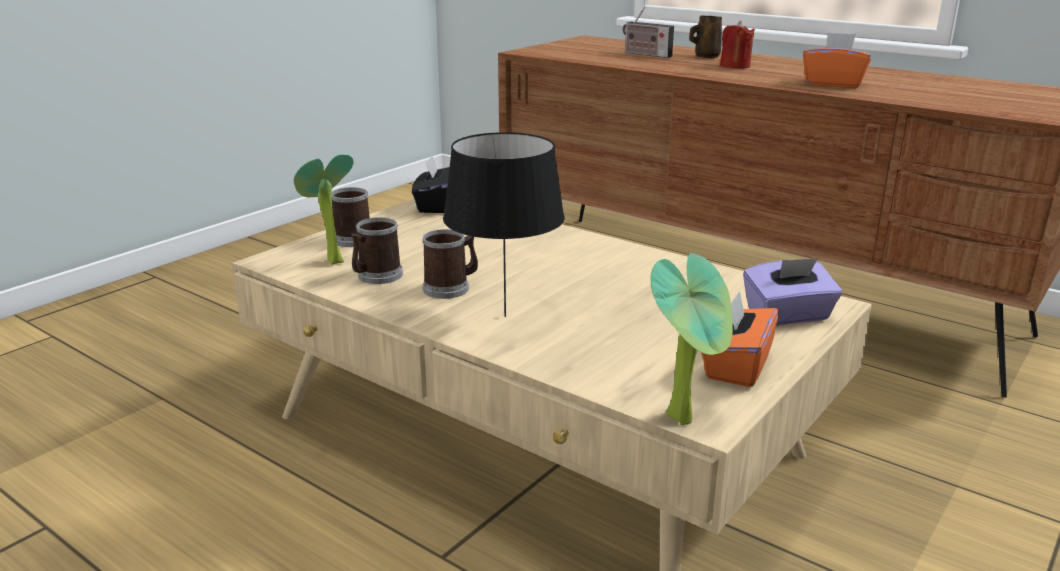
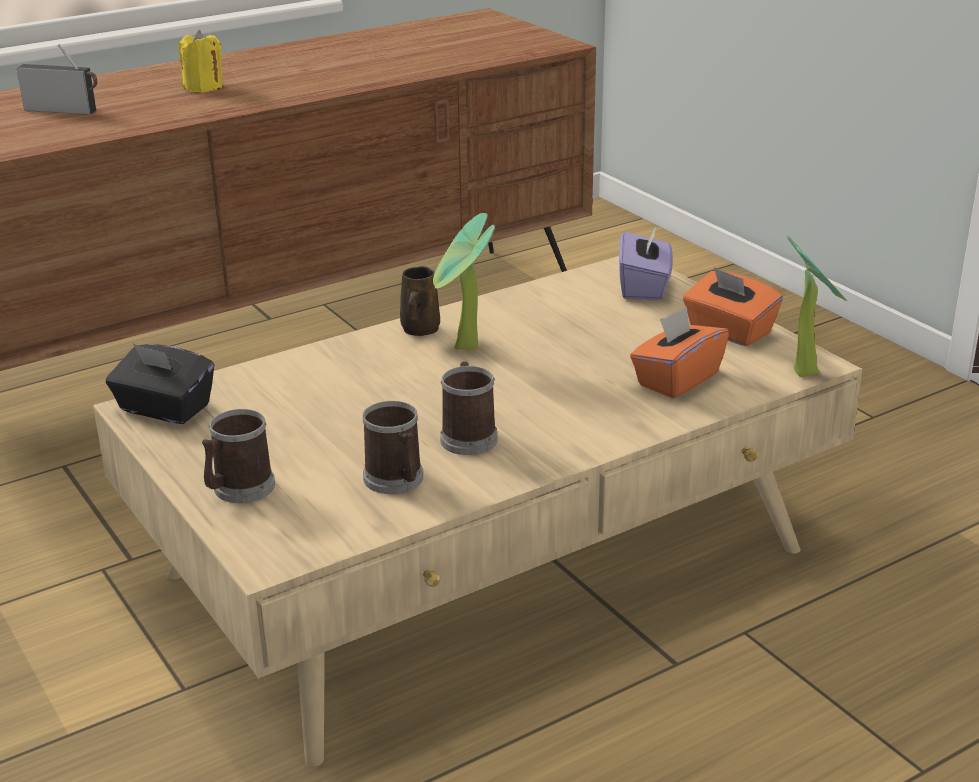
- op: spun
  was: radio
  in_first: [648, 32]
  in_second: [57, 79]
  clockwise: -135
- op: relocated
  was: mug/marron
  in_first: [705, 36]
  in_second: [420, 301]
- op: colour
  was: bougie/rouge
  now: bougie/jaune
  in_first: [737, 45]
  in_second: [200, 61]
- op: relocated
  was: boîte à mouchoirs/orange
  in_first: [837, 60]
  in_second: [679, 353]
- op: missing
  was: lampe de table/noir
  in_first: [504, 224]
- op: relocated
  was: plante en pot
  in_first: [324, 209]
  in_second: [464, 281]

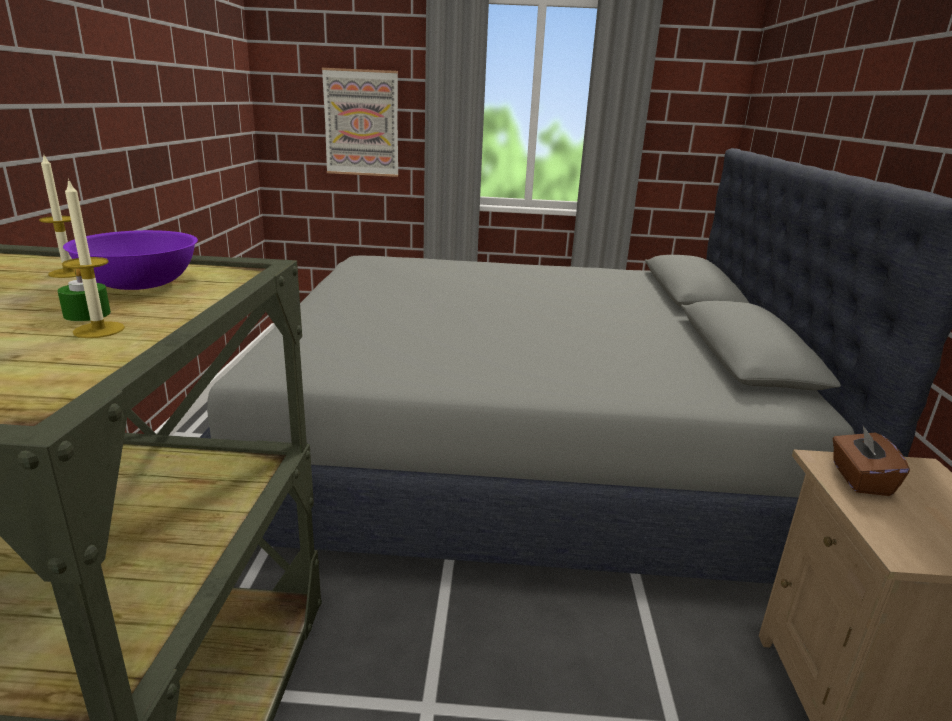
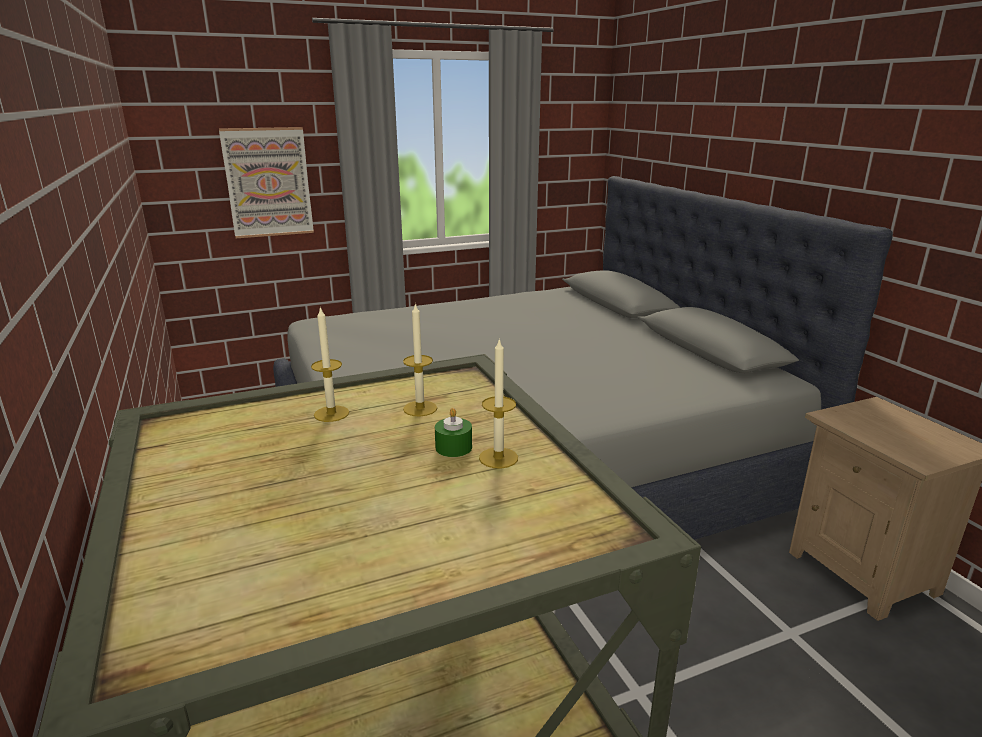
- op: exchanged
  was: bol/violet
  now: bougie
  in_first: [130, 260]
  in_second: [420, 359]
- op: missing
  was: boîte à mouchoirs/marron
  in_first: [871, 461]

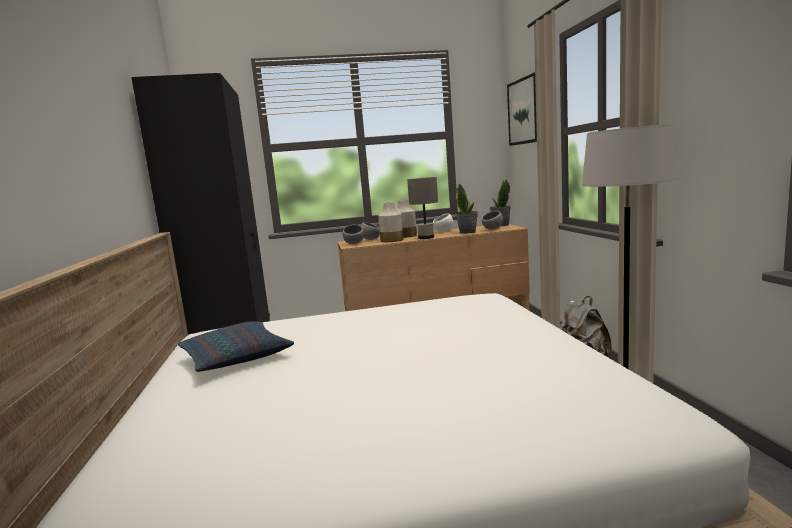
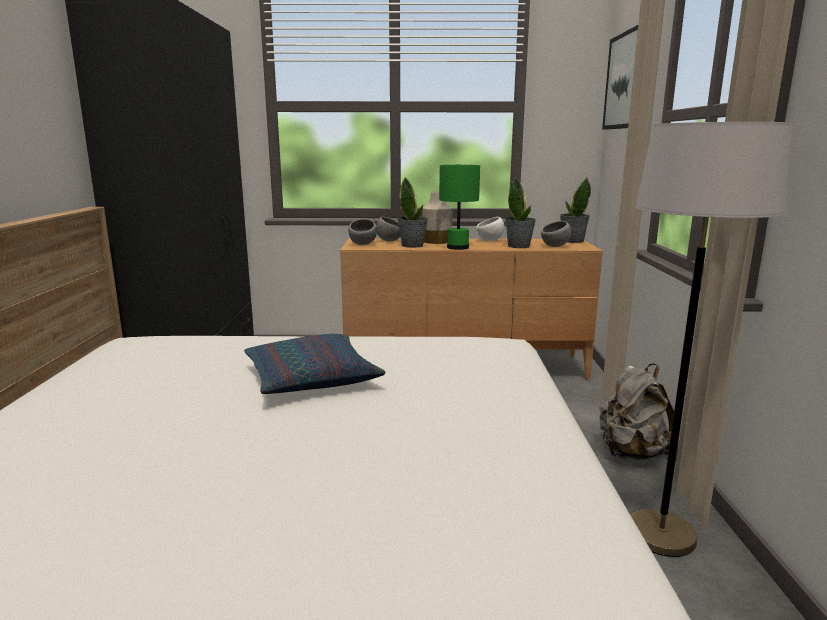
- op: colour
  was: lampe de table/gris
  now: lampe de table/vert
  in_first: [422, 208]
  in_second: [459, 207]
- op: exchanged
  was: vase/beige
  now: plante en pot
  in_first: [391, 222]
  in_second: [412, 212]
- op: relocated
  was: coussin/bleu
  in_first: [236, 346]
  in_second: [314, 364]

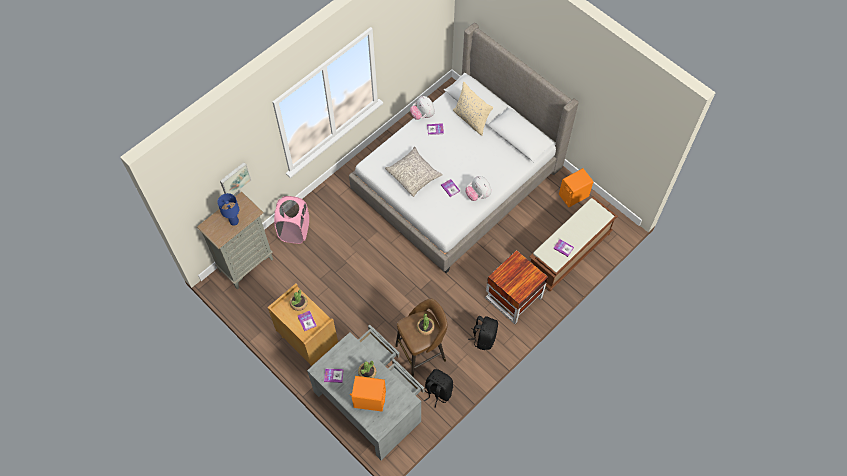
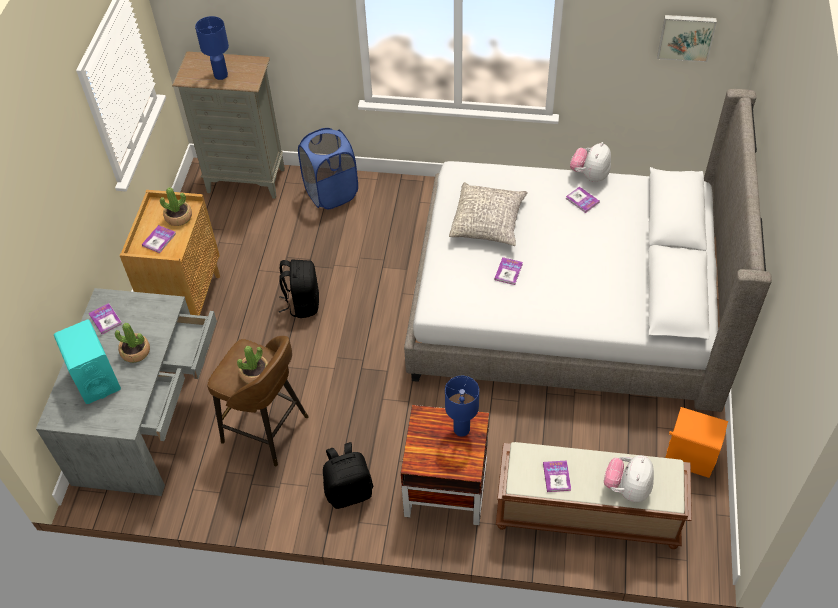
- op: missing
  was: coussin/beige
  in_first: [473, 109]
- op: relocated
  was: tableau
  in_first: [235, 178]
  in_second: [687, 38]
- op: relocated
  was: peluche
  in_first: [478, 188]
  in_second: [629, 478]
- op: colour
  was: panier à linge/rose
  now: panier à linge/bleu
  in_first: [291, 220]
  in_second: [328, 168]
- op: relocated
  was: sac à dos/noir
  in_first: [438, 388]
  in_second: [299, 289]
- op: colour
  was: enceinte/orange
  now: enceinte/turquoise
  in_first: [368, 394]
  in_second: [87, 362]
- op: appeared
  now: lampe de table/bleu
  in_second: [462, 406]

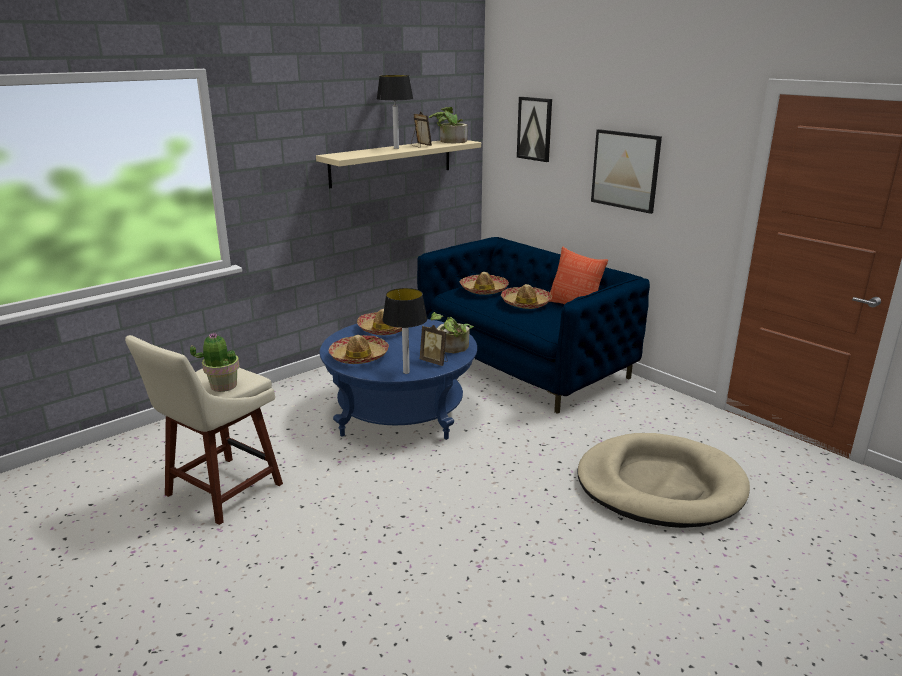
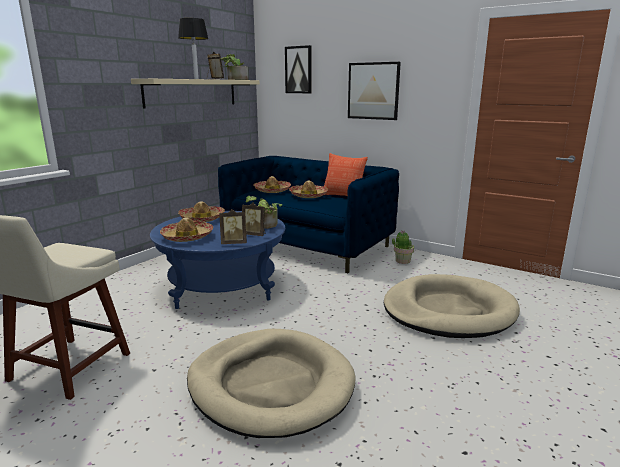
- op: exchanged
  was: lampe de table
  now: cadre photo
  in_first: [405, 331]
  in_second: [233, 226]
- op: relocated
  was: plante en pot
  in_first: [215, 362]
  in_second: [403, 247]
- op: appeared
  now: panier pour chien/beige
  in_second: [271, 383]

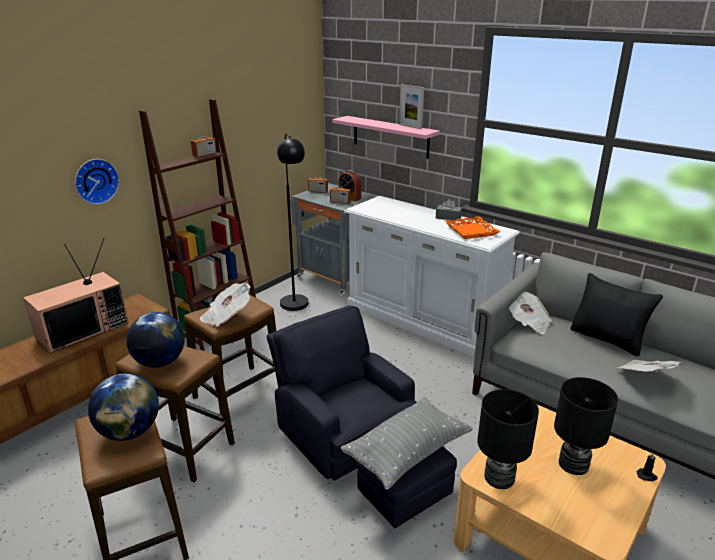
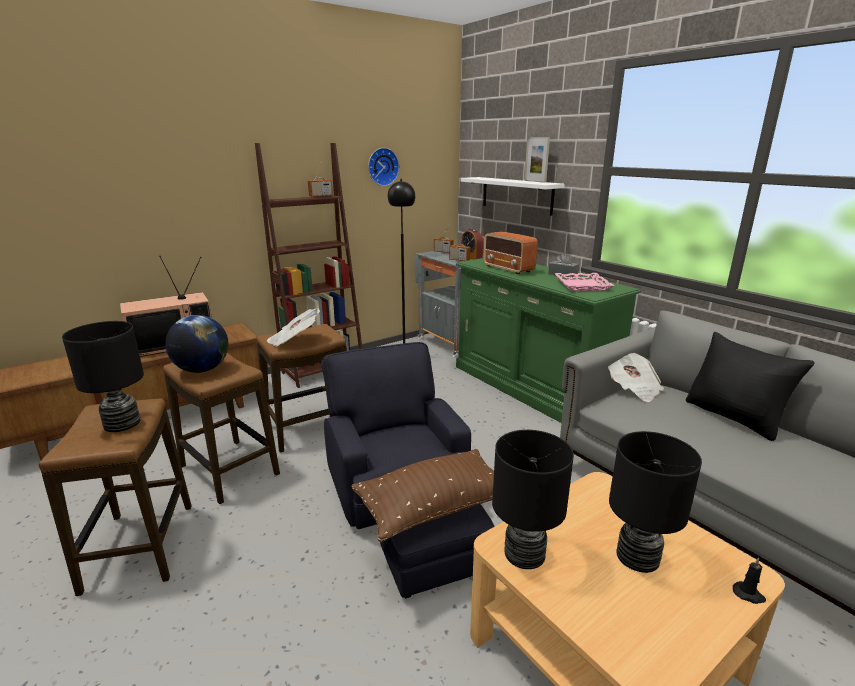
- op: colour
  was: étagère/rose
  now: étagère/blanc
  in_first: [386, 137]
  in_second: [513, 196]
- op: relocated
  was: horloge murale
  in_first: [97, 181]
  in_second: [383, 167]
- op: colour
  was: meuble de rangement/blanc
  now: meuble de rangement/vert
  in_first: [432, 276]
  in_second: [548, 340]
- op: colour
  was: plateau/orange
  now: plateau/rose
  in_first: [472, 227]
  in_second: [584, 282]
- op: missing
  was: journal
  in_first: [648, 365]
- op: exchanged
  was: globe
  now: lampe de table/noir
  in_first: [123, 407]
  in_second: [103, 376]
- op: colour
  was: coussin/gris
  now: coussin/marron
  in_first: [406, 443]
  in_second: [423, 495]
- op: appeared
  now: radio
  in_second: [510, 252]

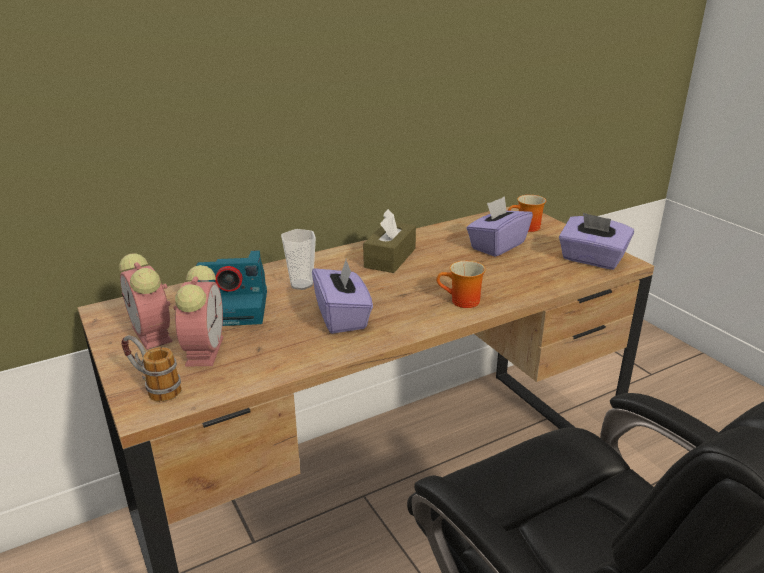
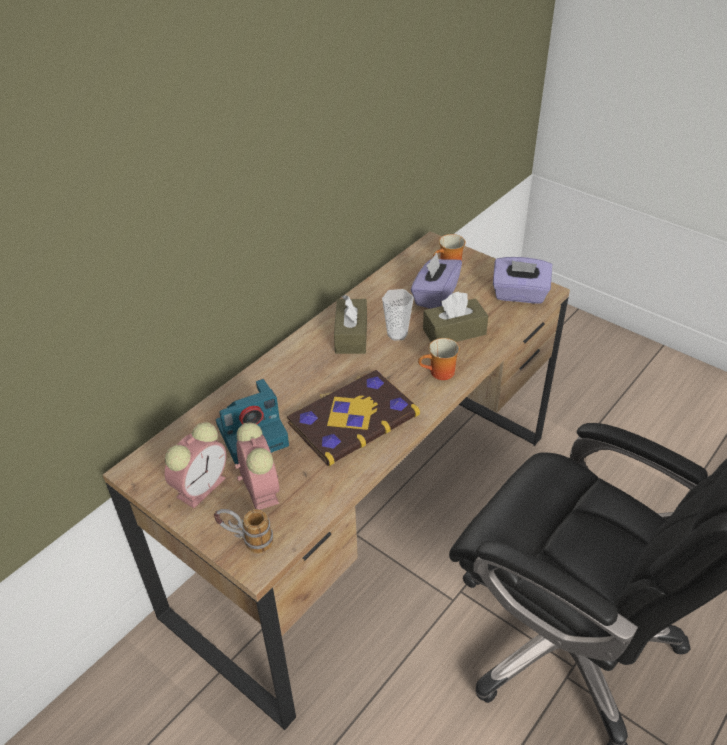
- op: relocated
  was: tasse
  in_first: [298, 259]
  in_second: [398, 315]
- op: spun
  was: réveil
  in_first: [146, 301]
  in_second: [195, 465]
  clockwise: -90
- op: exchanged
  was: boîte à mouchoirs/violet
  now: livre
  in_first: [342, 296]
  in_second: [353, 418]
- op: appeared
  now: boîte à mouchoirs/marron
  in_second: [455, 316]

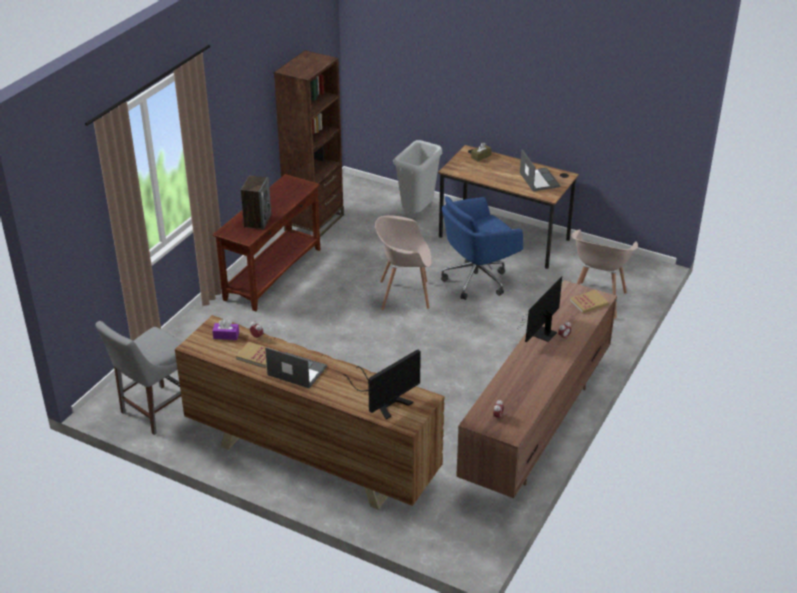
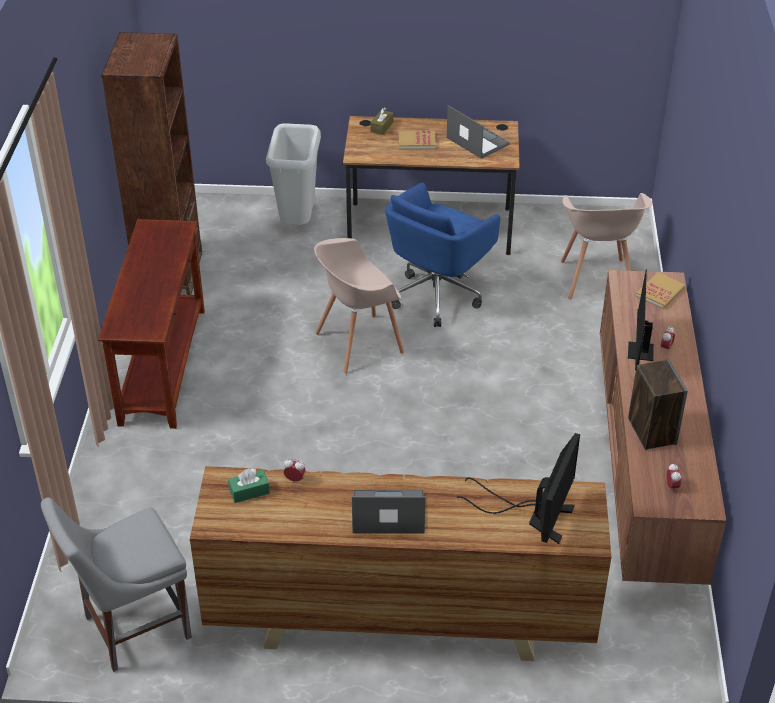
- op: relocated
  was: enceinte
  in_first: [256, 203]
  in_second: [658, 404]
- op: colour
  was: boîte à mouchoirs/violet
  now: boîte à mouchoirs/vert
  in_first: [225, 329]
  in_second: [249, 485]
- op: spun
  was: chaise/gris
  in_first: [139, 378]
  in_second: [116, 584]
  clockwise: 45
- op: relocated
  was: livre
  in_first: [257, 355]
  in_second: [417, 140]

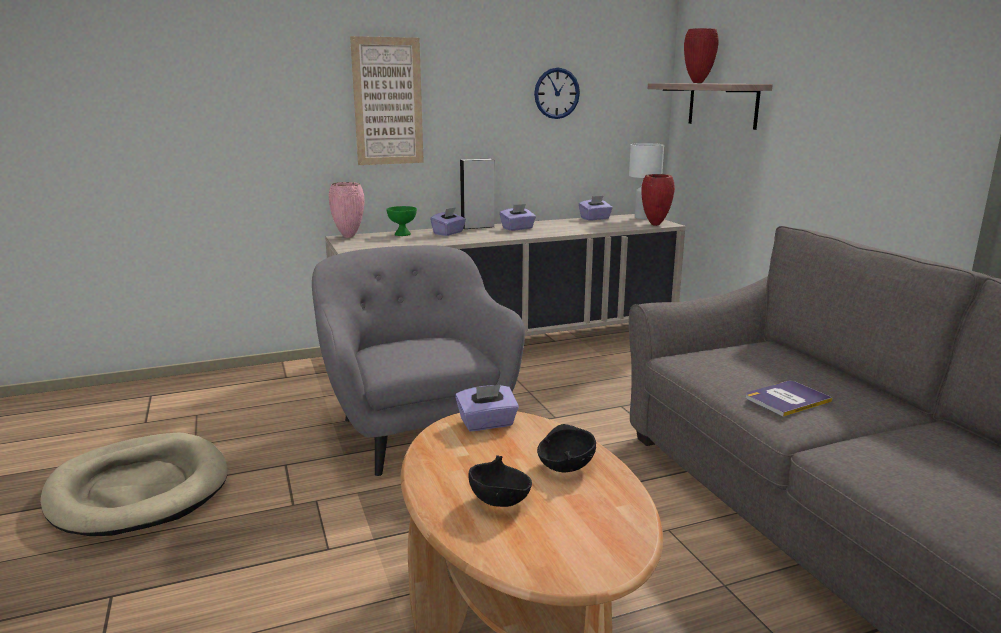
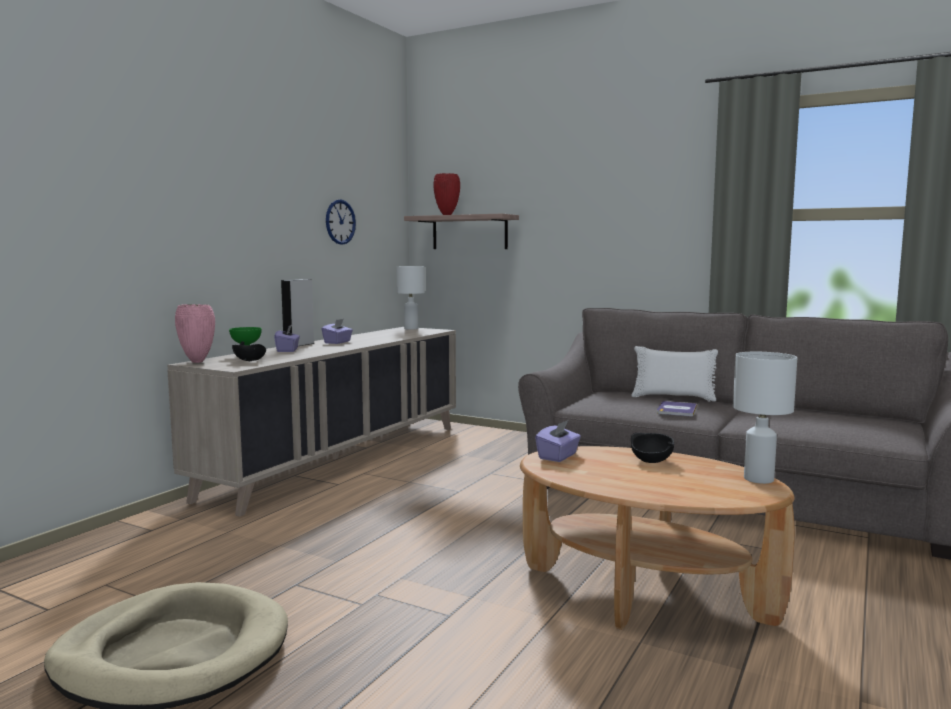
- op: missing
  was: tableau
  in_first: [387, 100]
- op: missing
  was: vase/rouge
  in_first: [658, 200]
- op: missing
  was: boîte à mouchoirs/violet
  in_first: [596, 208]
- op: missing
  was: fauteuil/gris
  in_first: [418, 360]
- op: relocated
  was: bol/noir
  in_first: [500, 481]
  in_second: [249, 351]
- op: appeared
  now: coussin/blanc
  in_second: [674, 374]
- op: appeared
  now: lampe de table/blanc
  in_second: [765, 418]

